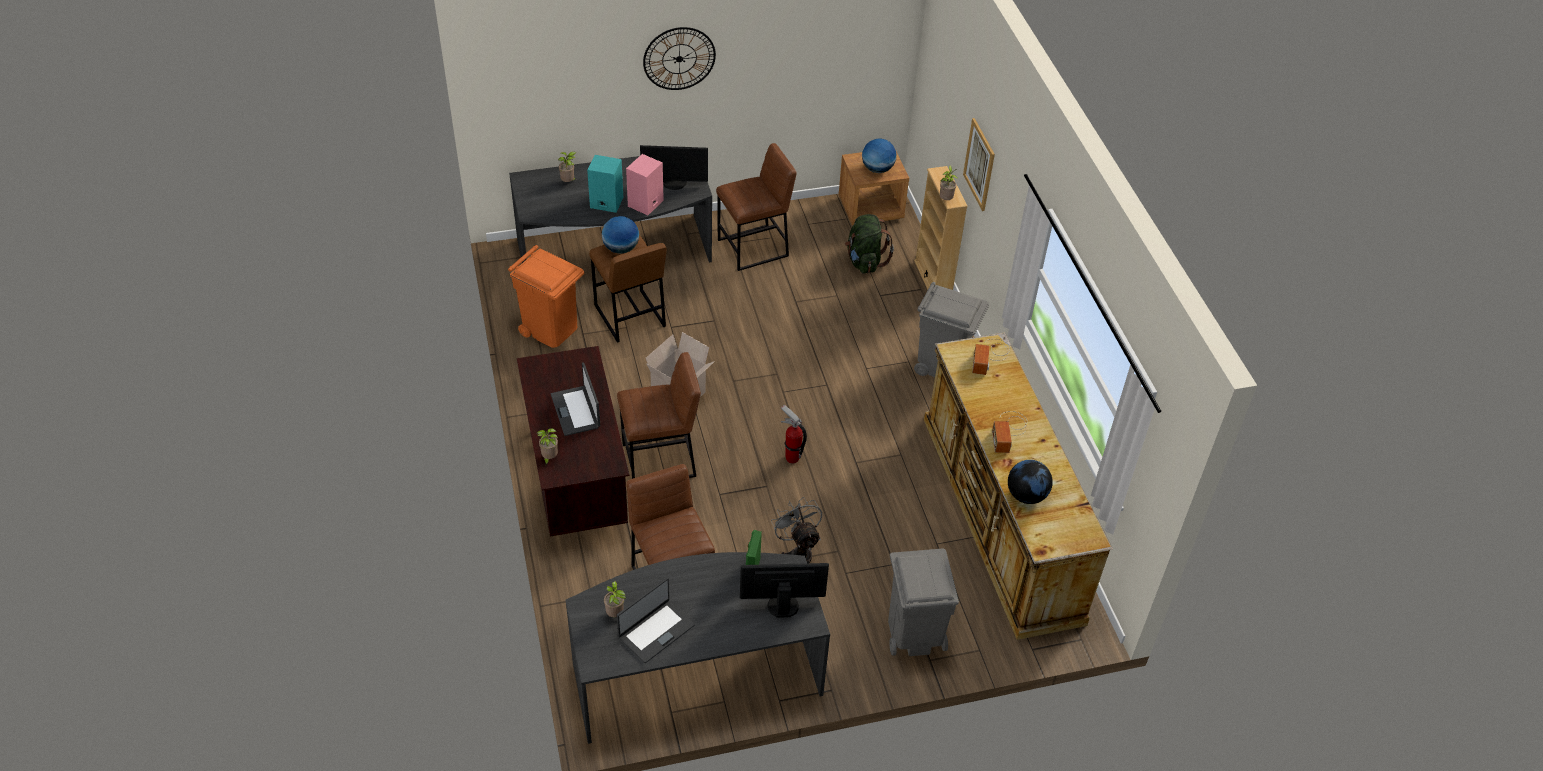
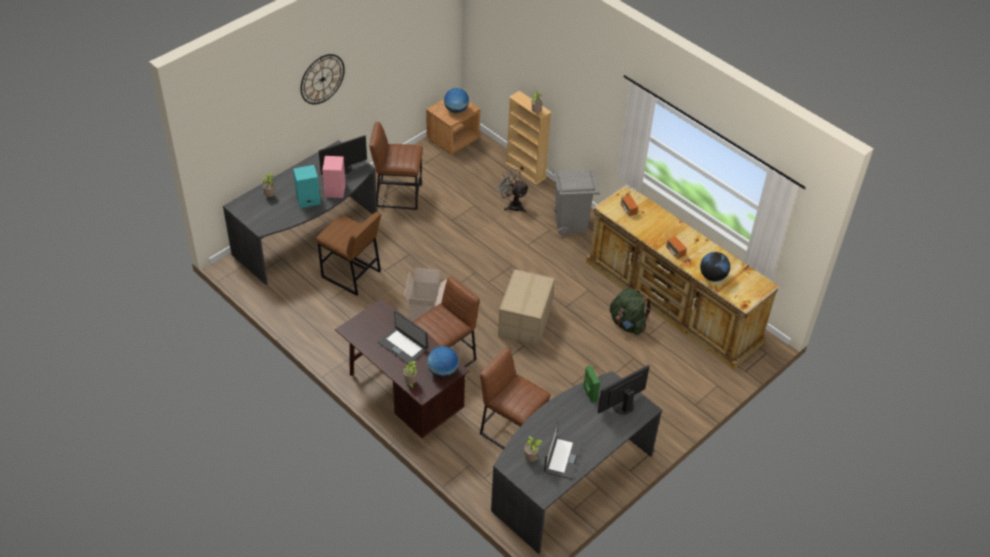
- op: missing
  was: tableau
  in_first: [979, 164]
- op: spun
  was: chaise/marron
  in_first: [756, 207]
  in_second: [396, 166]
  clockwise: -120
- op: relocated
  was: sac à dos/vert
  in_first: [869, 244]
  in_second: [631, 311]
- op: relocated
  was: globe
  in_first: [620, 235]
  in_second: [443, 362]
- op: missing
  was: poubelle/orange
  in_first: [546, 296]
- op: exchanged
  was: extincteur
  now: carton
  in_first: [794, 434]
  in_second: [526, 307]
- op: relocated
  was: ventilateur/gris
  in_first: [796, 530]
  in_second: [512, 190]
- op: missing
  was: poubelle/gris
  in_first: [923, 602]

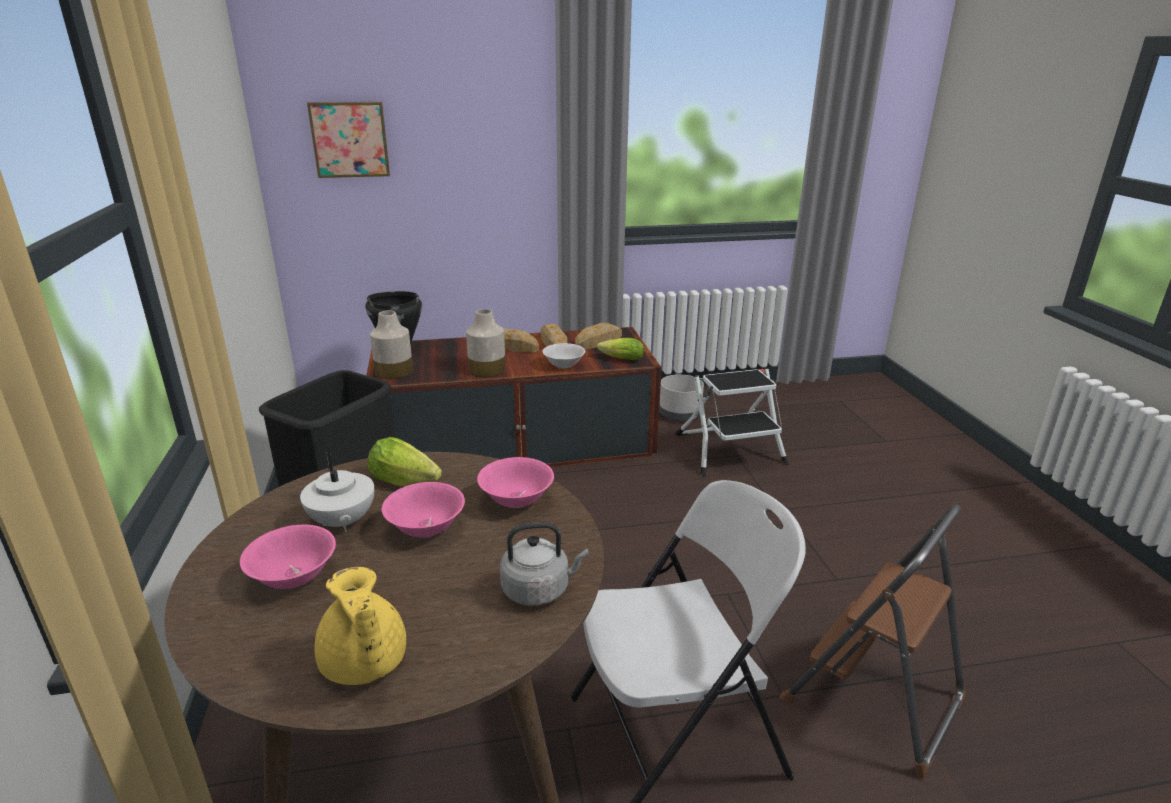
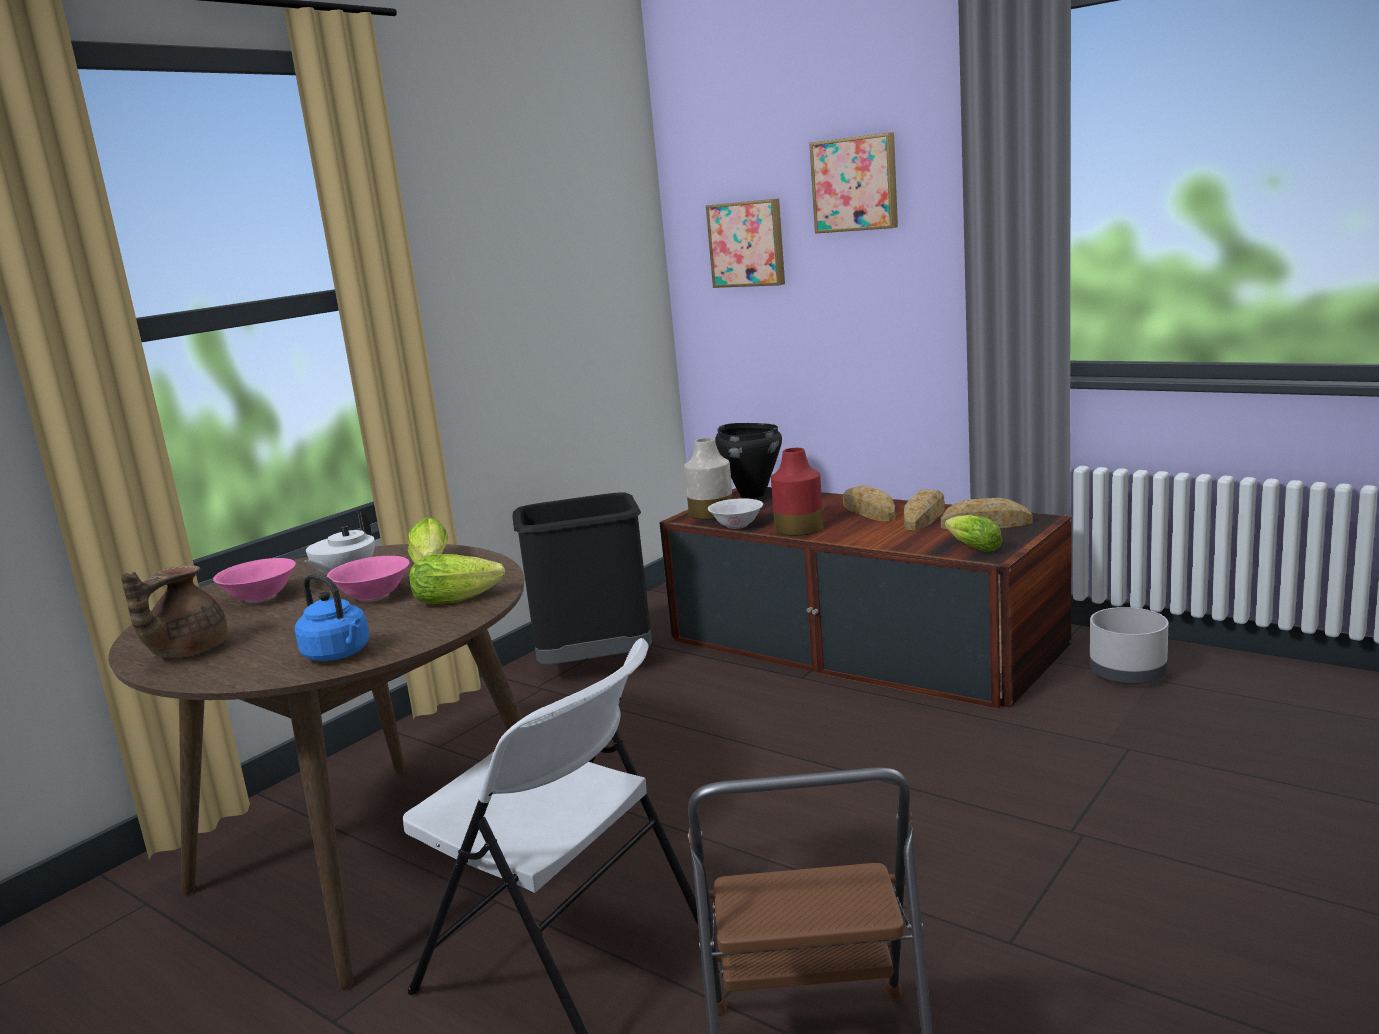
- op: colour
  was: vase/beige
  now: vase/rouge
  in_first: [486, 343]
  in_second: [797, 492]
- op: relocated
  was: bol/blanc
  in_first: [563, 356]
  in_second: [735, 513]
- op: missing
  was: escabeau
  in_first: [732, 422]
- op: exchanged
  was: bol/rose
  now: laitue
  in_first: [515, 482]
  in_second: [457, 579]
- op: colour
  was: bouilloire/gris
  now: bouilloire/bleu
  in_first: [544, 564]
  in_second: [332, 617]
- op: colour
  was: théière/jaune
  now: théière/marron
  in_first: [360, 626]
  in_second: [174, 611]
- op: appeared
  now: tableau
  in_second: [853, 183]

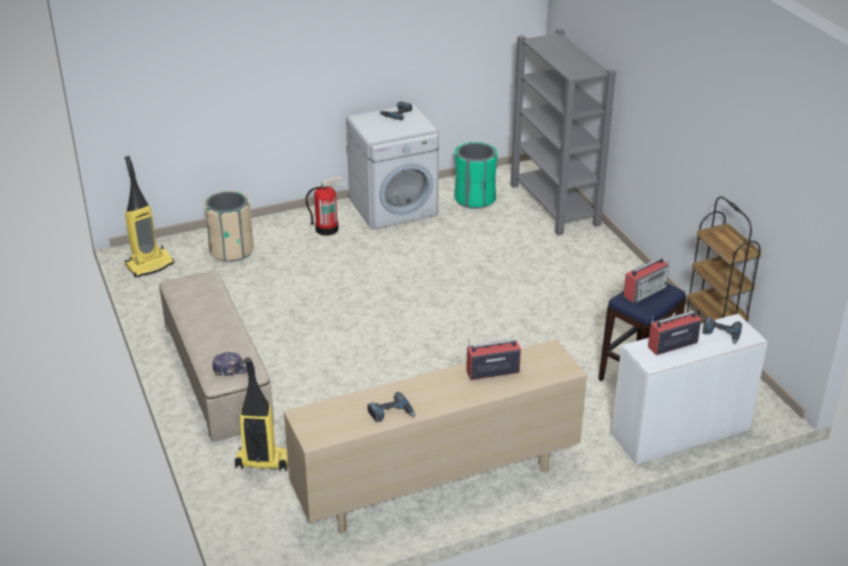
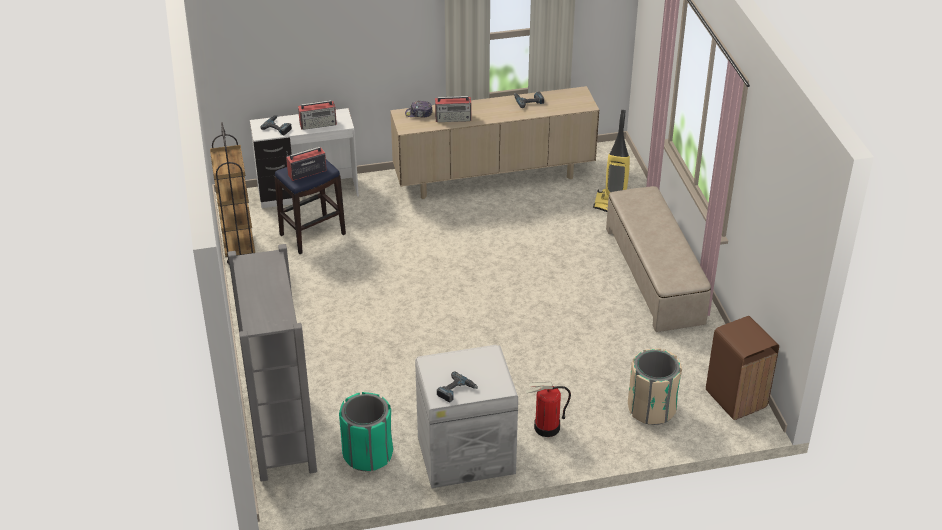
- op: exchanged
  was: aspirateur
  now: poubelle/marron
  in_first: [150, 217]
  in_second: [742, 368]
- op: relocated
  was: casquette
  in_first: [230, 364]
  in_second: [419, 109]

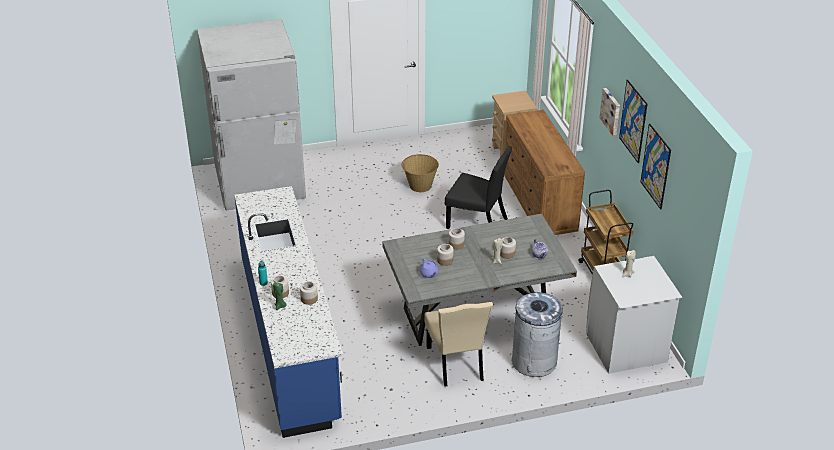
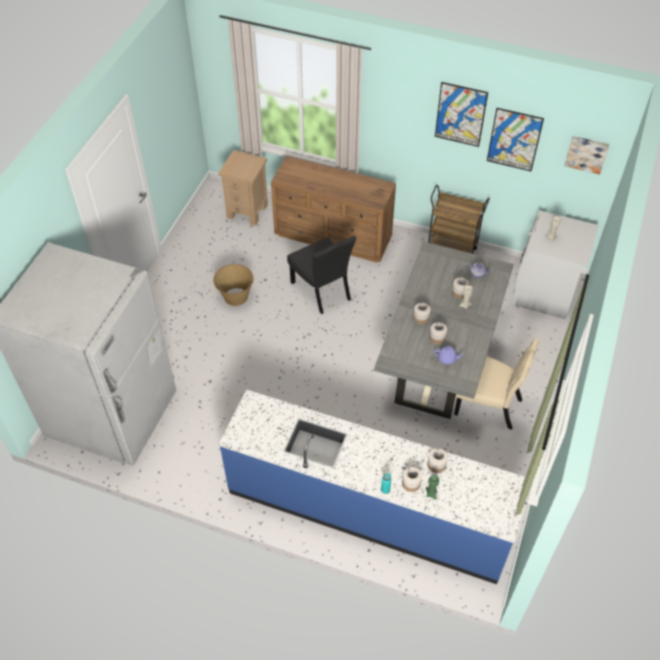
- op: relocated
  was: tableau
  in_first: [609, 112]
  in_second: [586, 155]
- op: spun
  was: chaise/noir
  in_first: [478, 187]
  in_second: [321, 275]
  clockwise: 90
- op: missing
  was: poubelle/gris
  in_first: [537, 334]

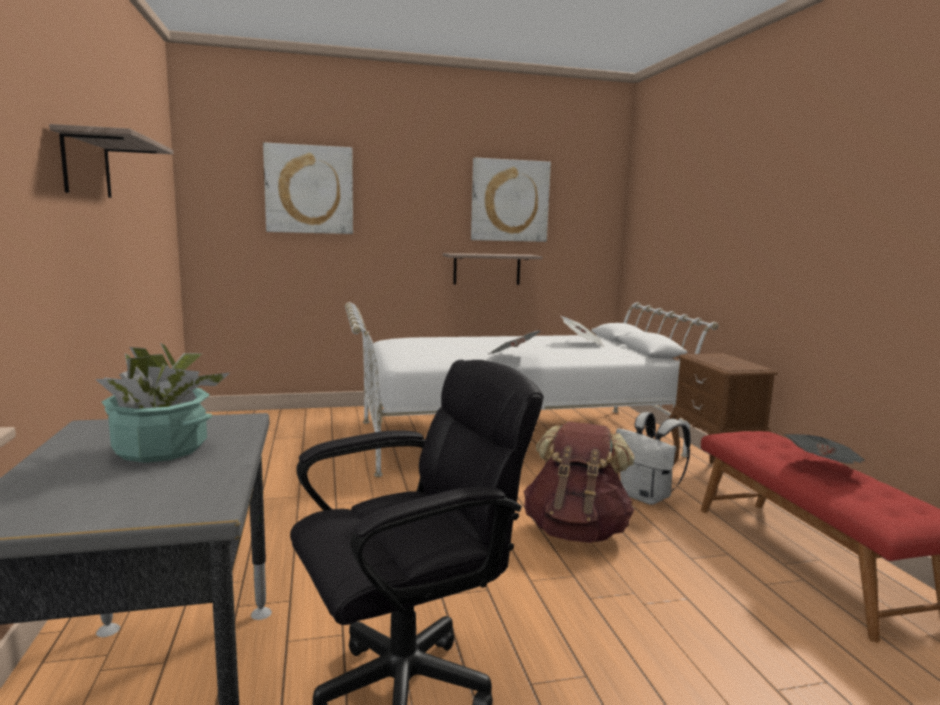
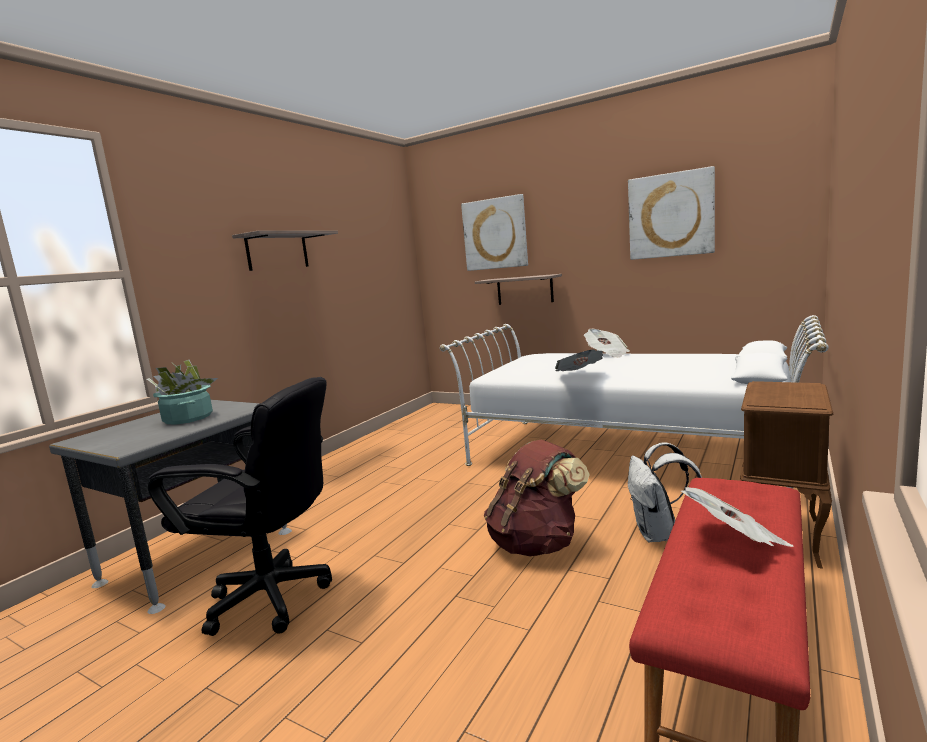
- op: relocated
  was: étagère
  in_first: [492, 269]
  in_second: [518, 289]
- op: relocated
  was: journal
  in_first: [582, 331]
  in_second: [607, 343]

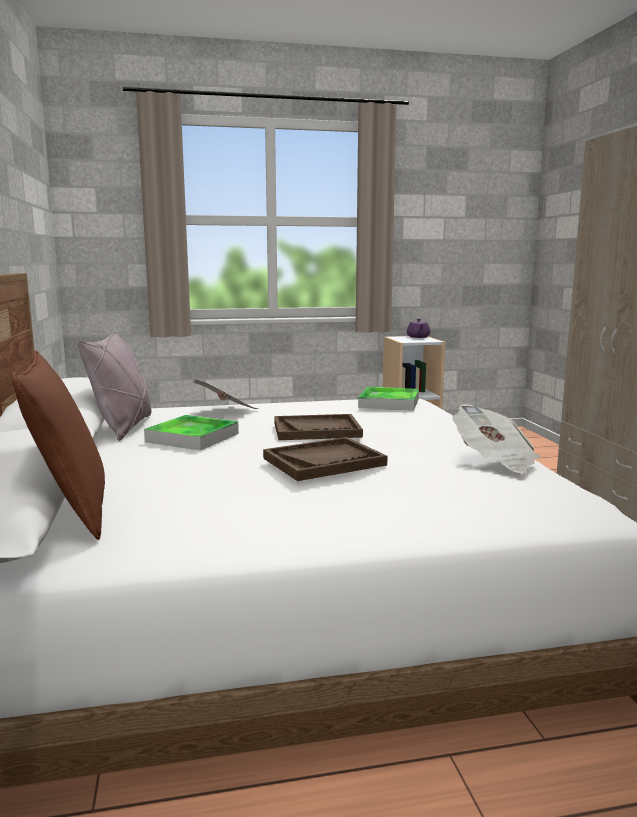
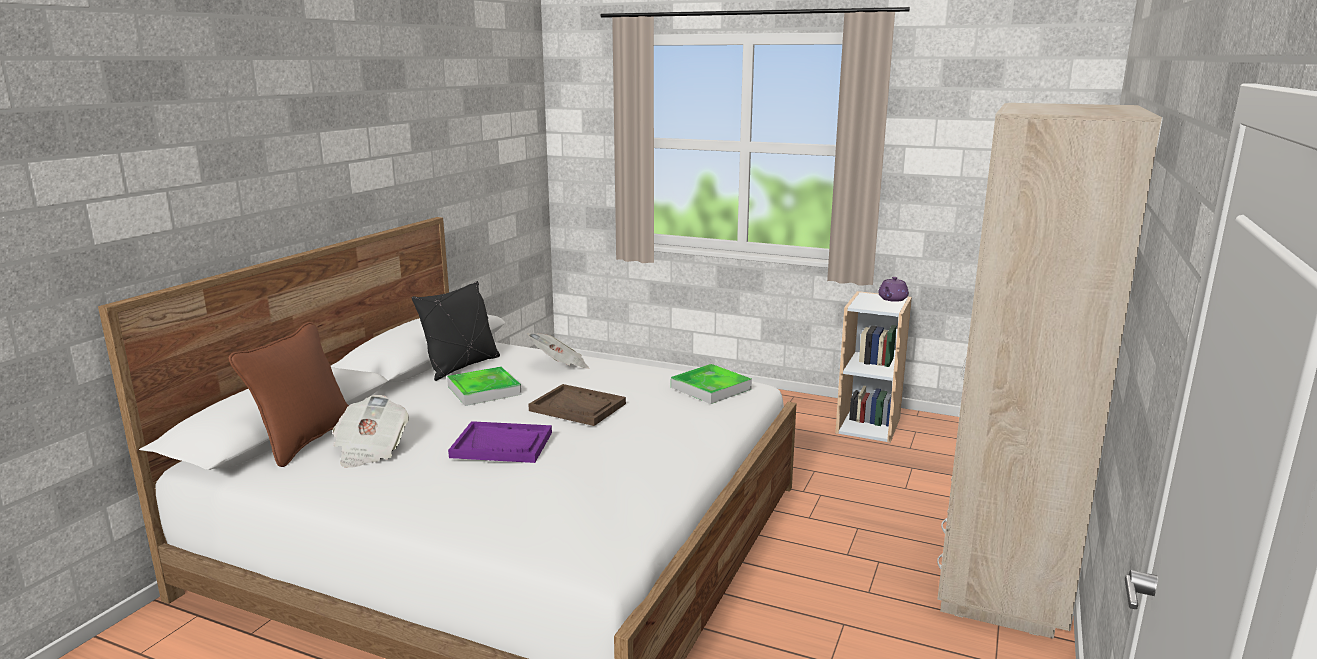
- op: colour
  was: coussin/violet
  now: coussin/noir
  in_first: [115, 386]
  in_second: [456, 331]
- op: relocated
  was: journal
  in_first: [496, 439]
  in_second: [370, 431]
- op: colour
  was: plateau/marron
  now: plateau/violet
  in_first: [325, 459]
  in_second: [500, 442]

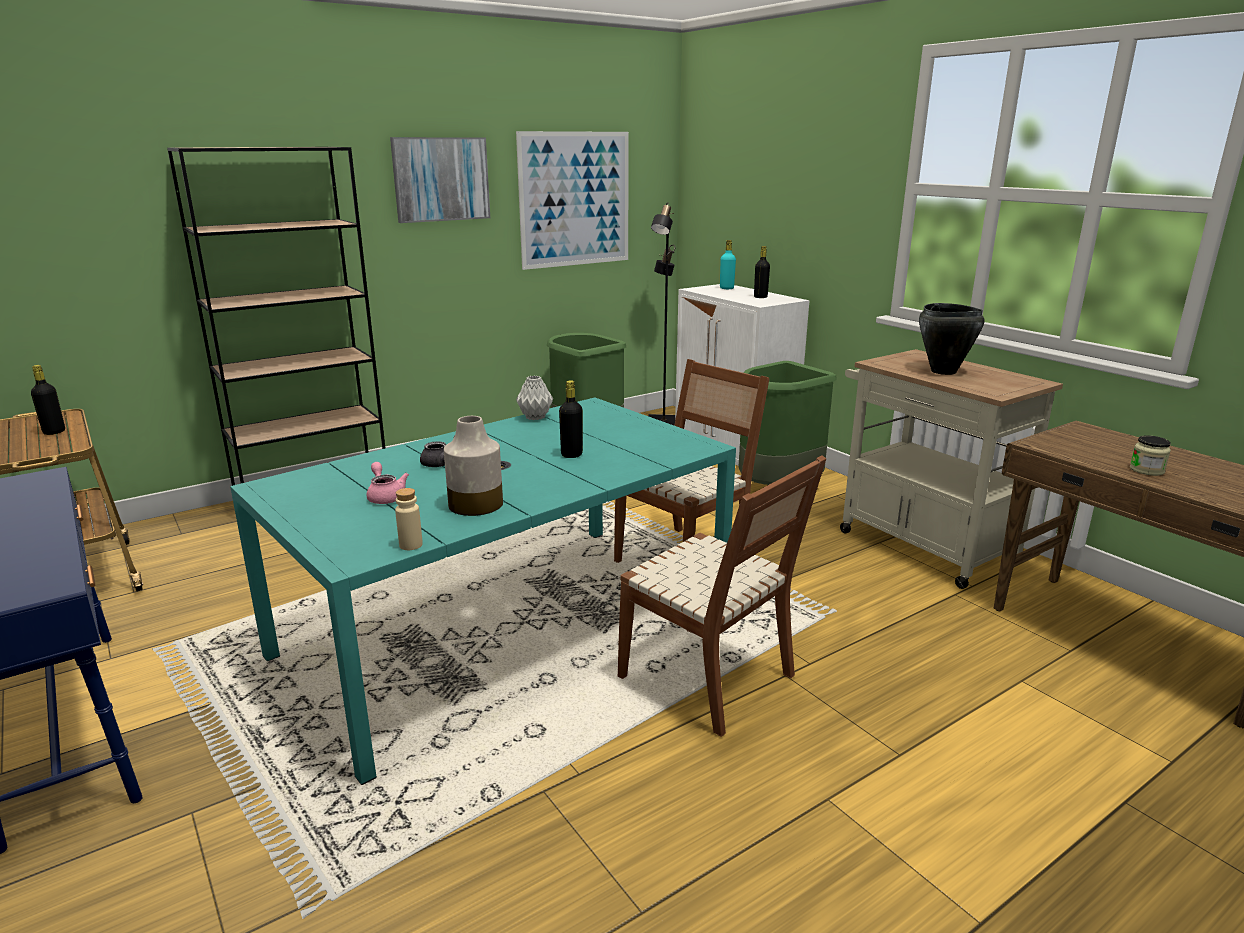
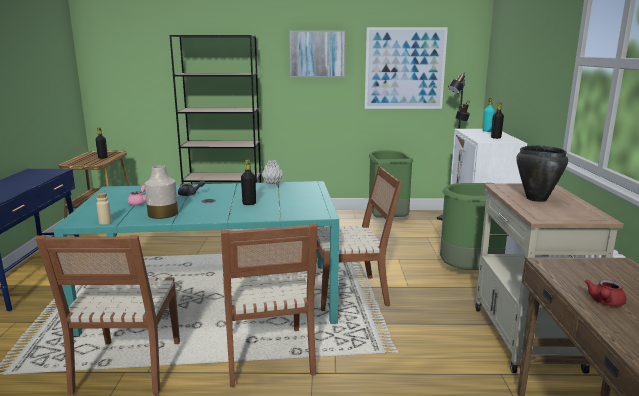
- op: exchanged
  was: bocal
  now: théière/rouge
  in_first: [1150, 455]
  in_second: [605, 293]
- op: appeared
  now: chaise
  in_second: [108, 315]

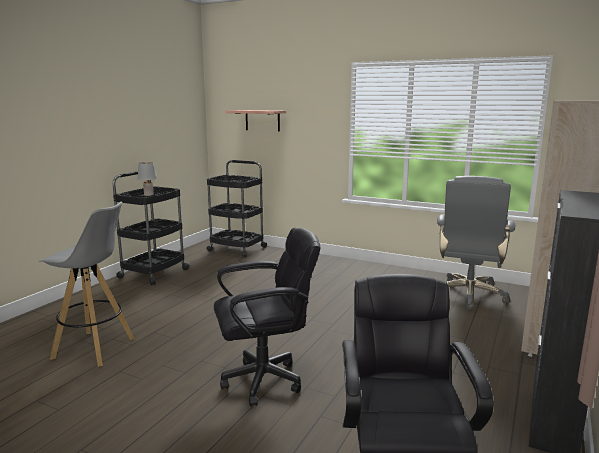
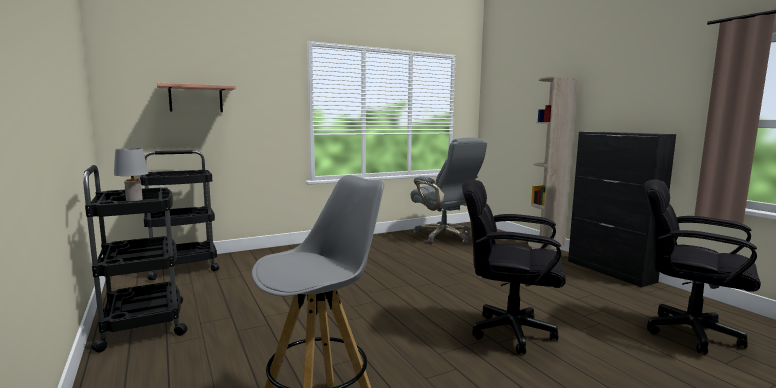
- op: spun
  was: chaise de bureau/noir
  in_first: [267, 317]
  in_second: [514, 266]
  clockwise: -90

